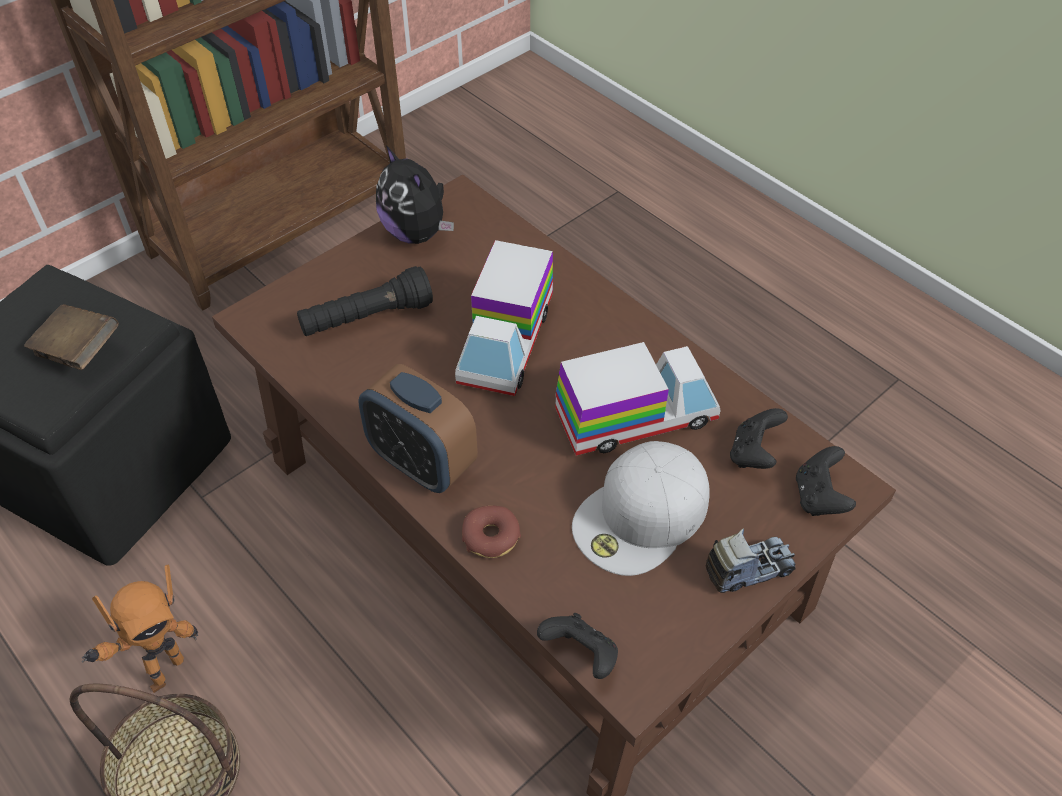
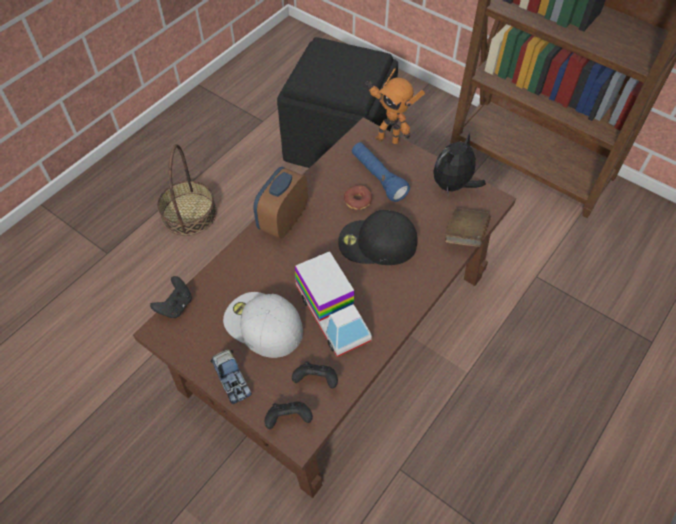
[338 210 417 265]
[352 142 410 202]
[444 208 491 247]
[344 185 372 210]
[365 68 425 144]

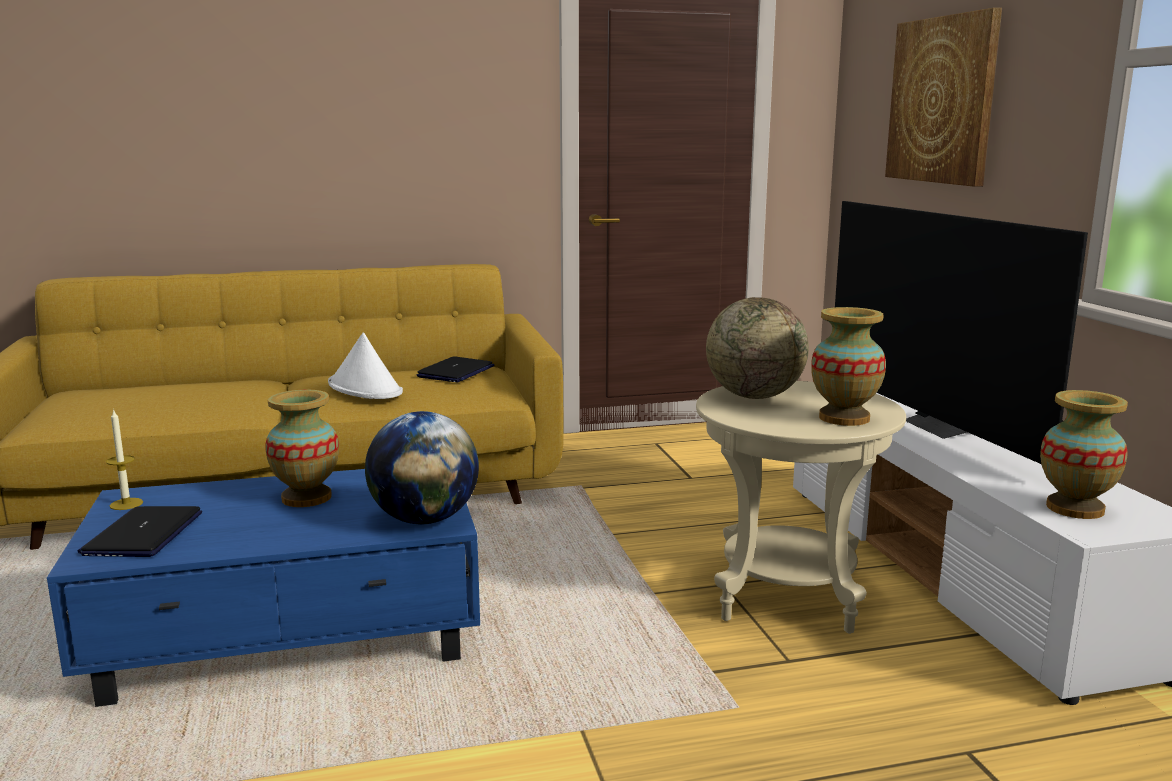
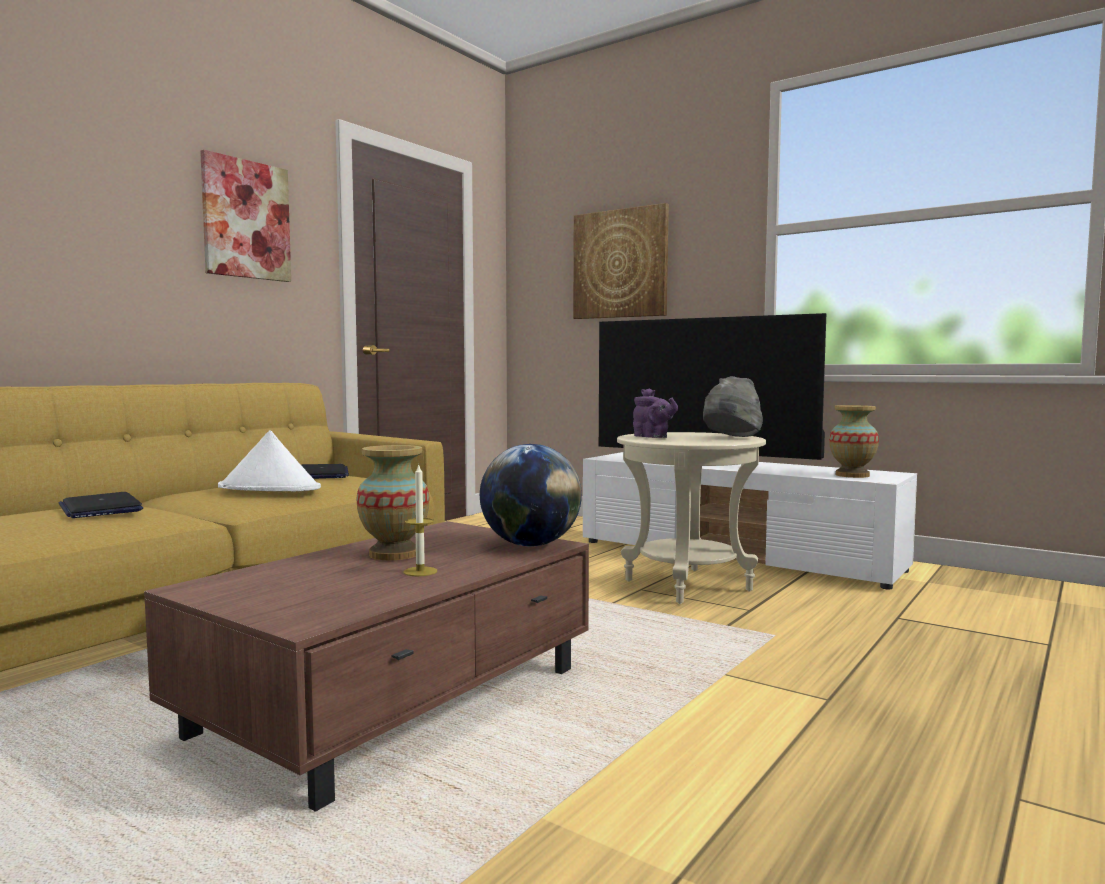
[633 389 678 438]
[703 376 763 437]
[403 463 437 576]
[144 521 589 812]
[59 492 143 518]
[200 150 291 282]

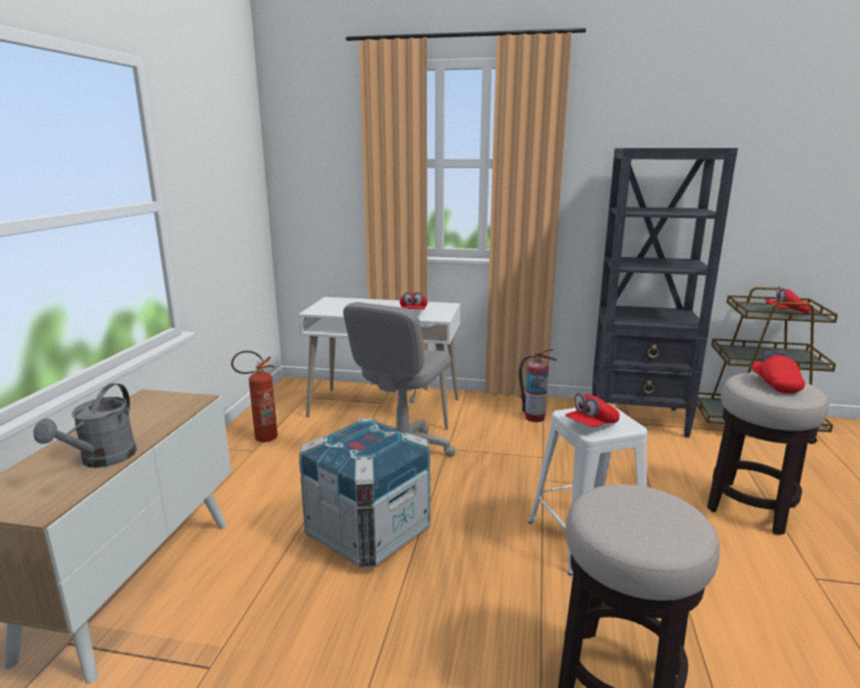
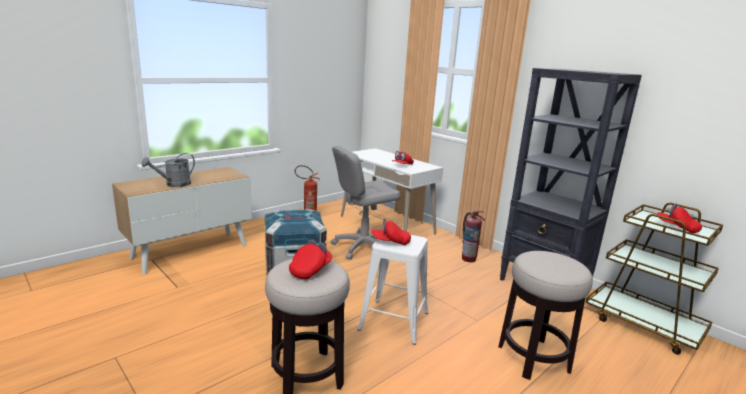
[289 239 332 279]

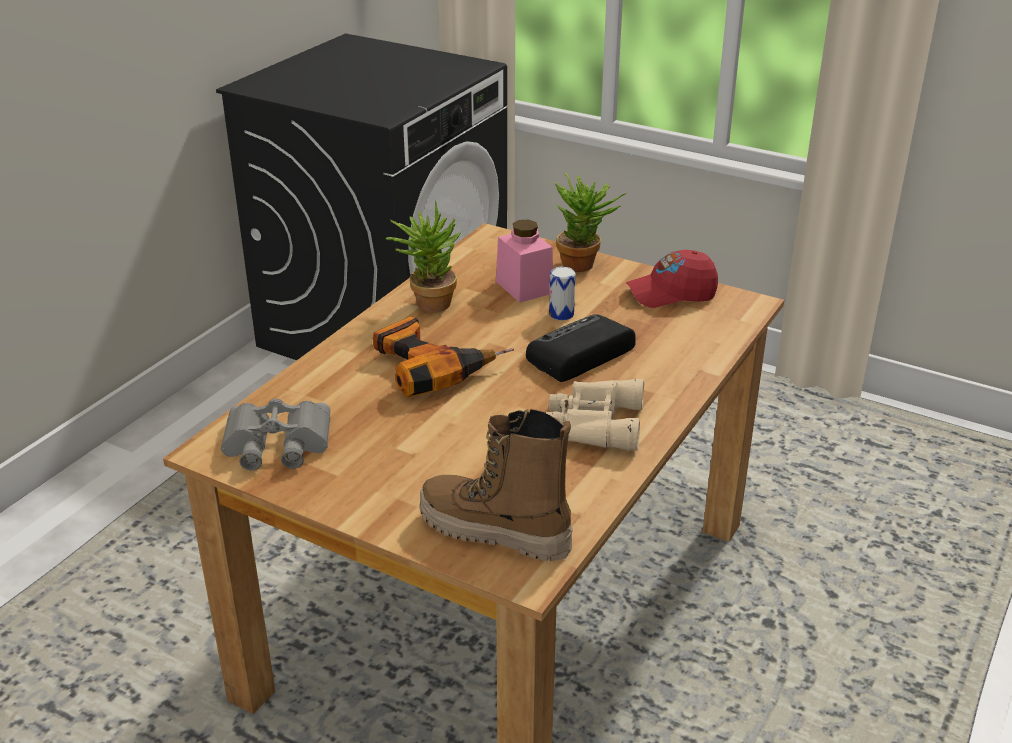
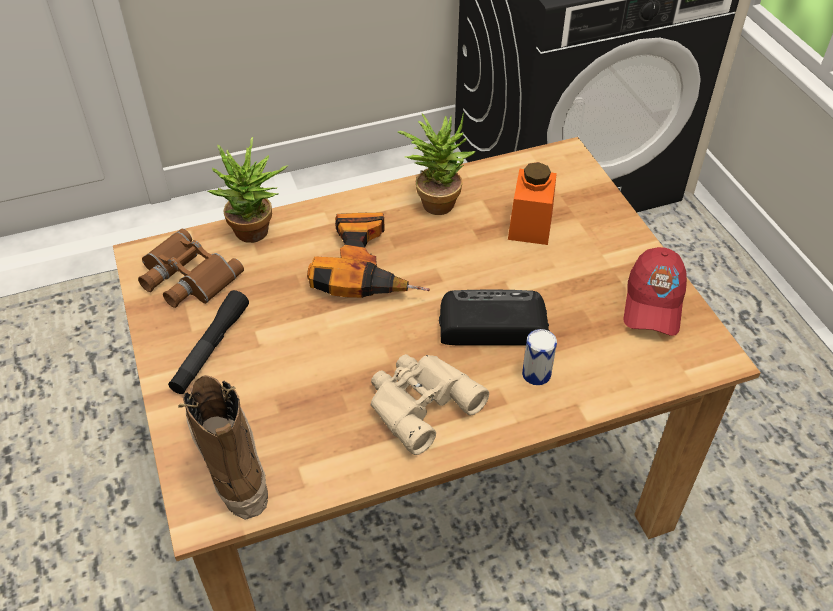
[208 137 288 243]
[508 162 557 245]
[624 247 687 336]
[522 329 557 385]
[138 229 244 308]
[168 290 249 394]

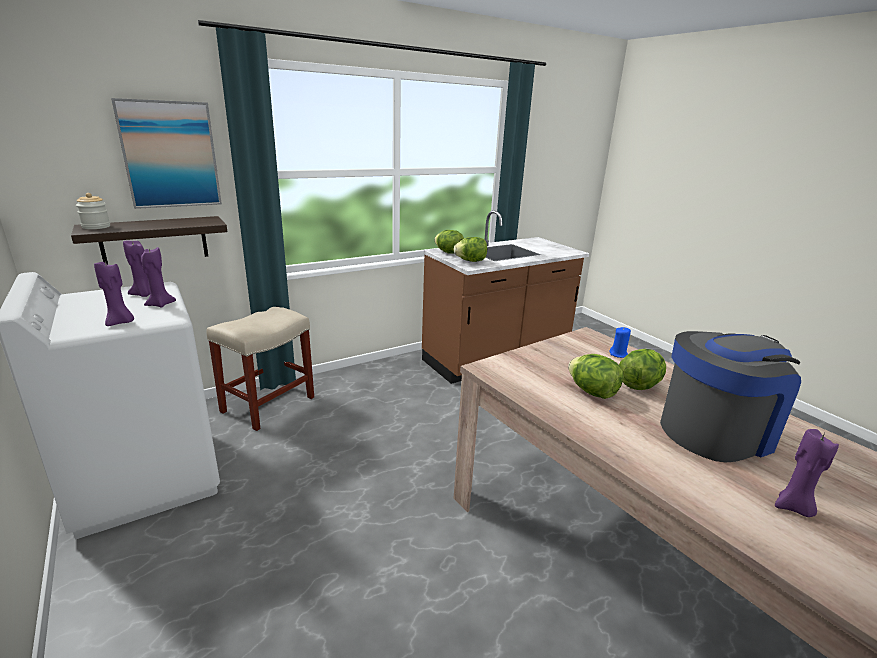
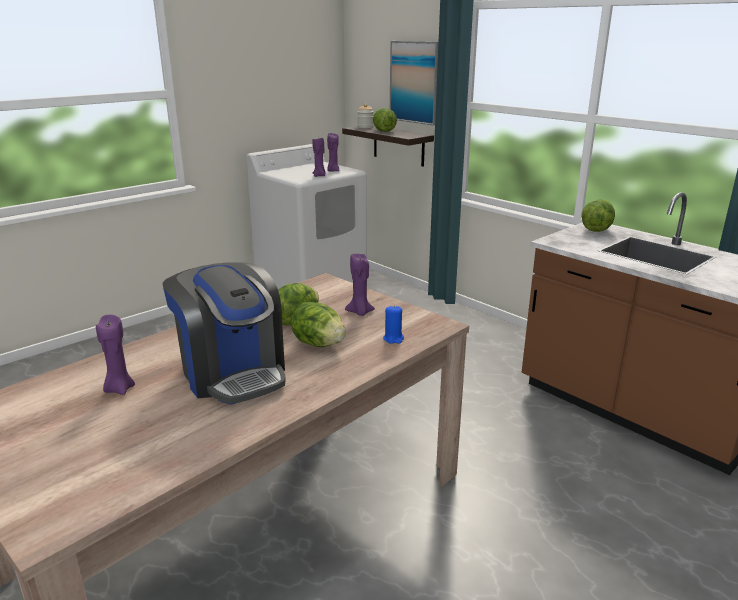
[373 108 397 132]
[345 254 375 316]
[206 307 314 431] (first image)

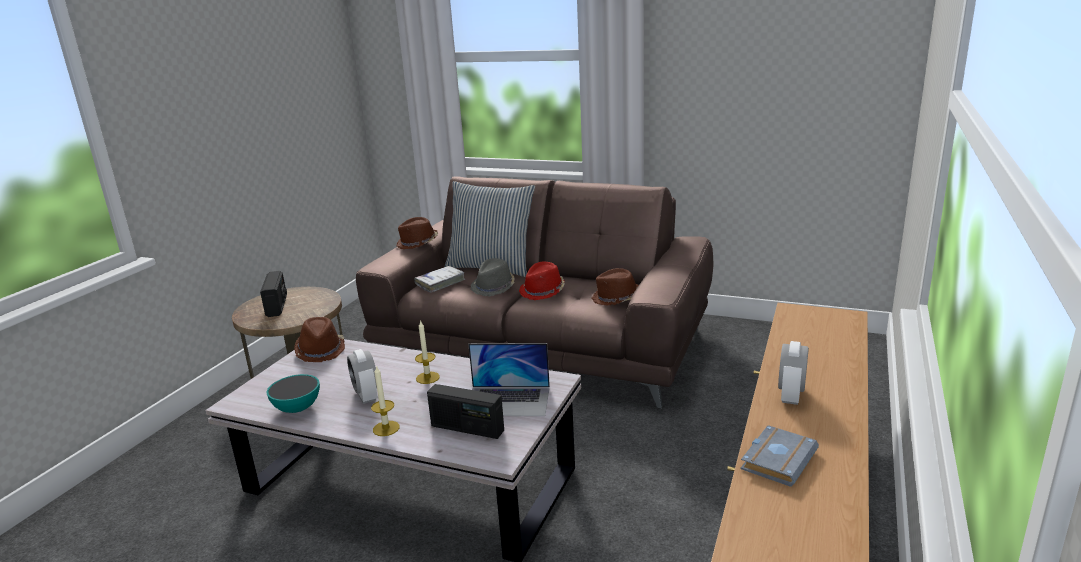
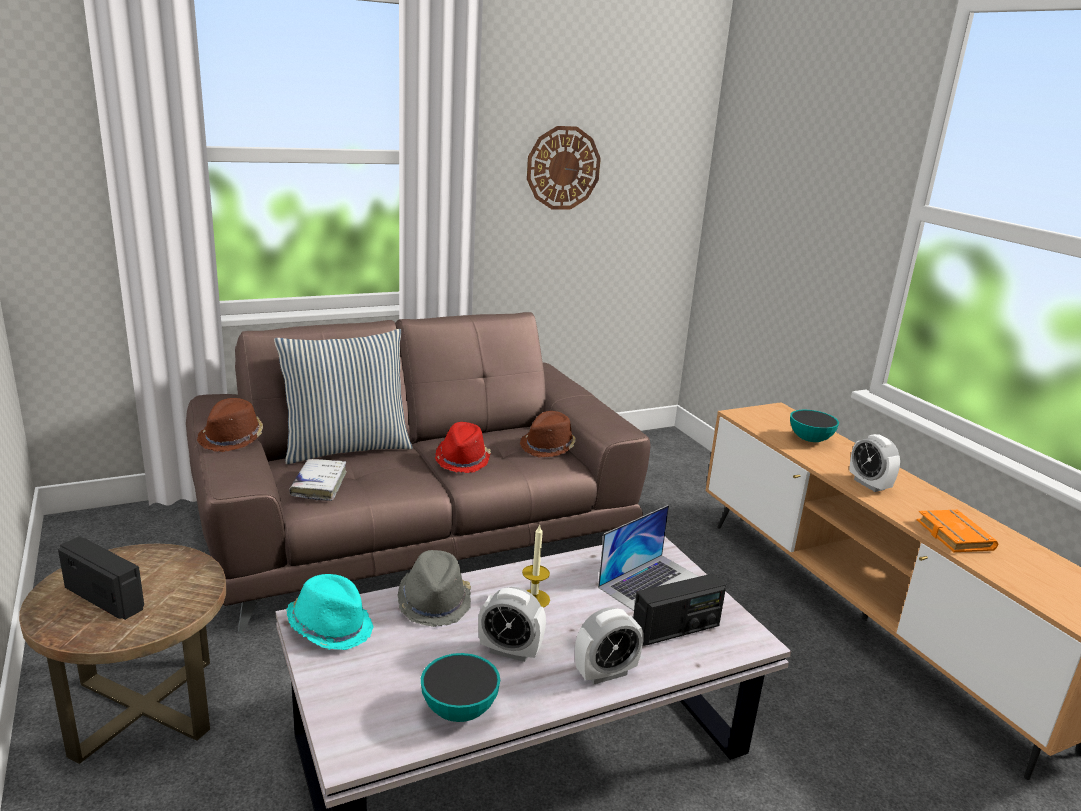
[398 550 471 627]
[286 574 373 650]
[575 607 644 684]
[917 510 998 552]
[527 126 601 210]
[790 410 839 442]

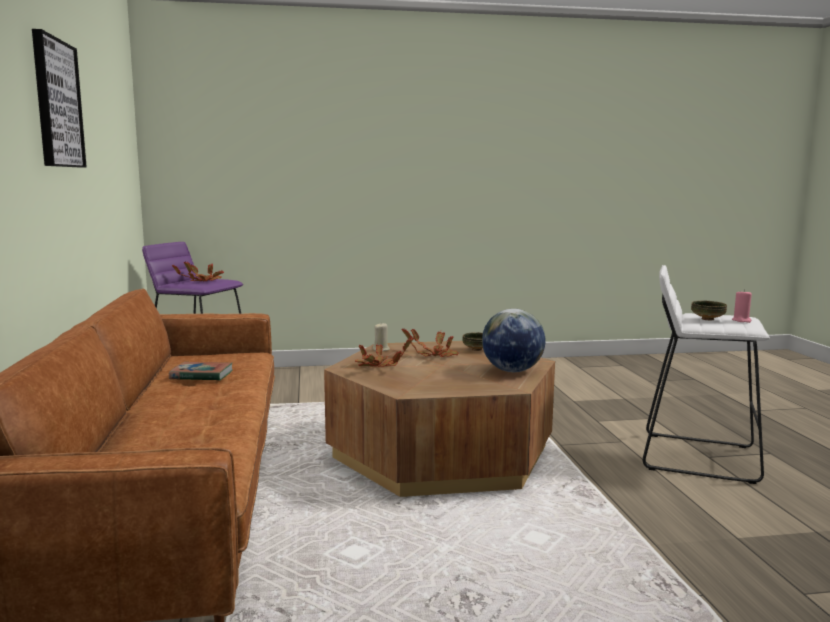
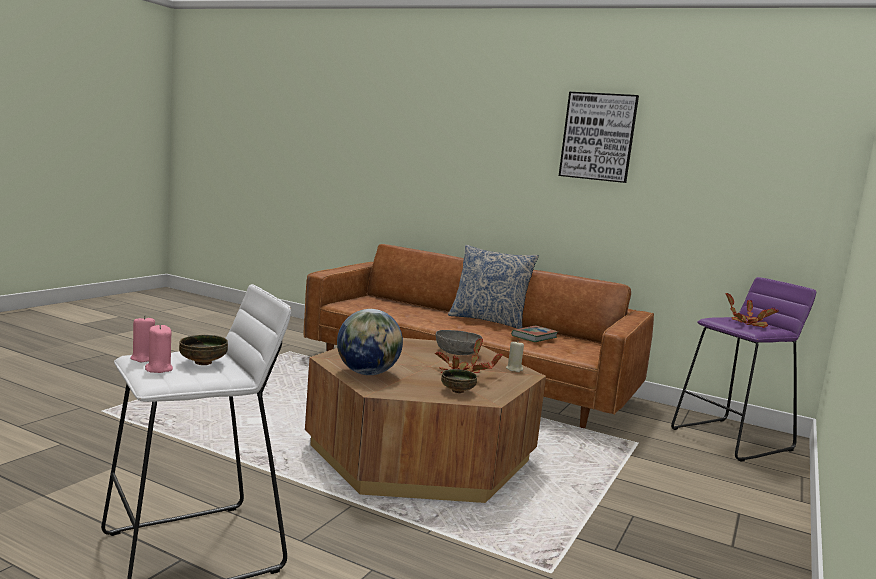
[436 330 483 355]
[448 245 539 329]
[130 315 155 362]

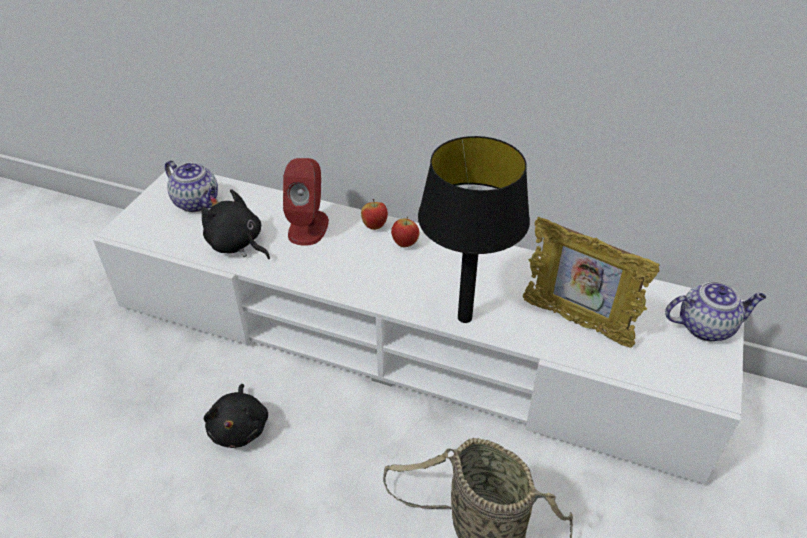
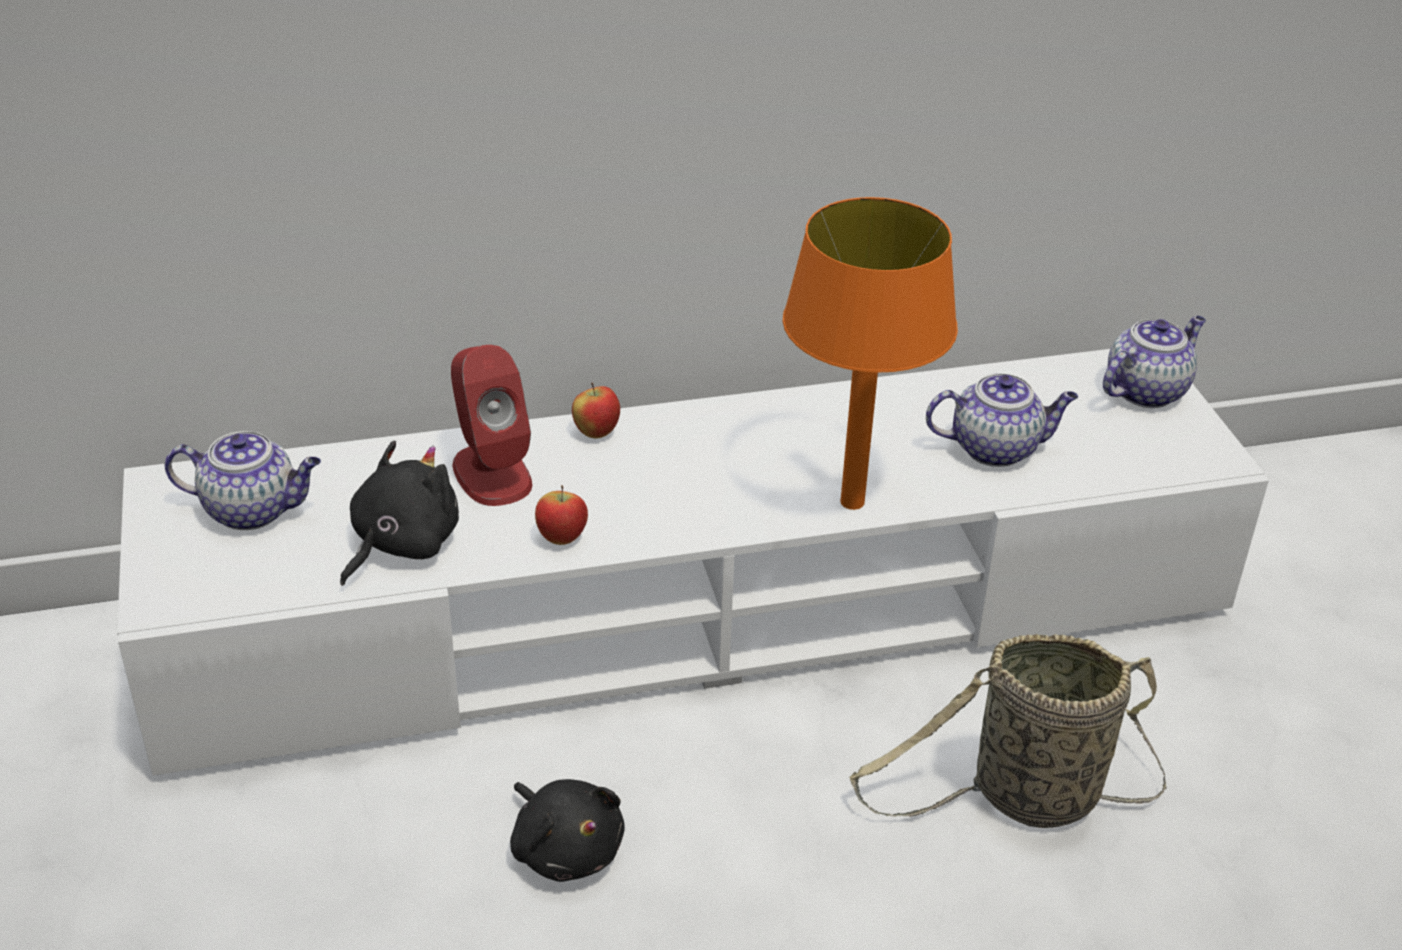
[783 197 958 510]
[340 441 459 586]
[535 485 588 545]
[926 373 1078 467]

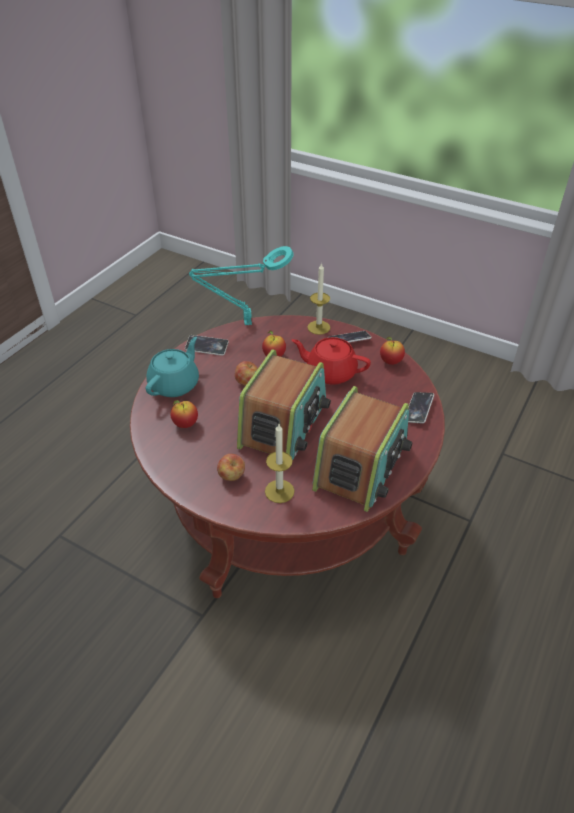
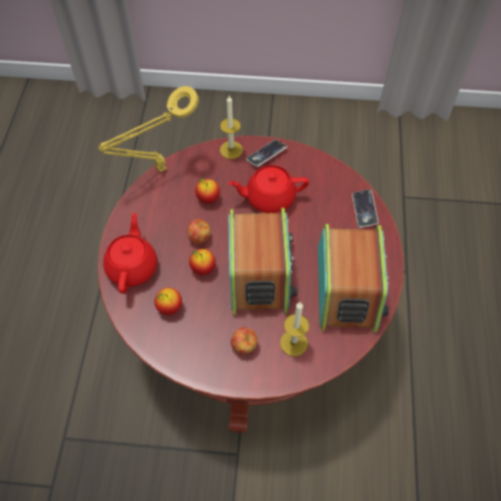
[99 86 198 172]
[185 335 229 356] (first image)
[103 213 157 294]
[189 249 216 275]

